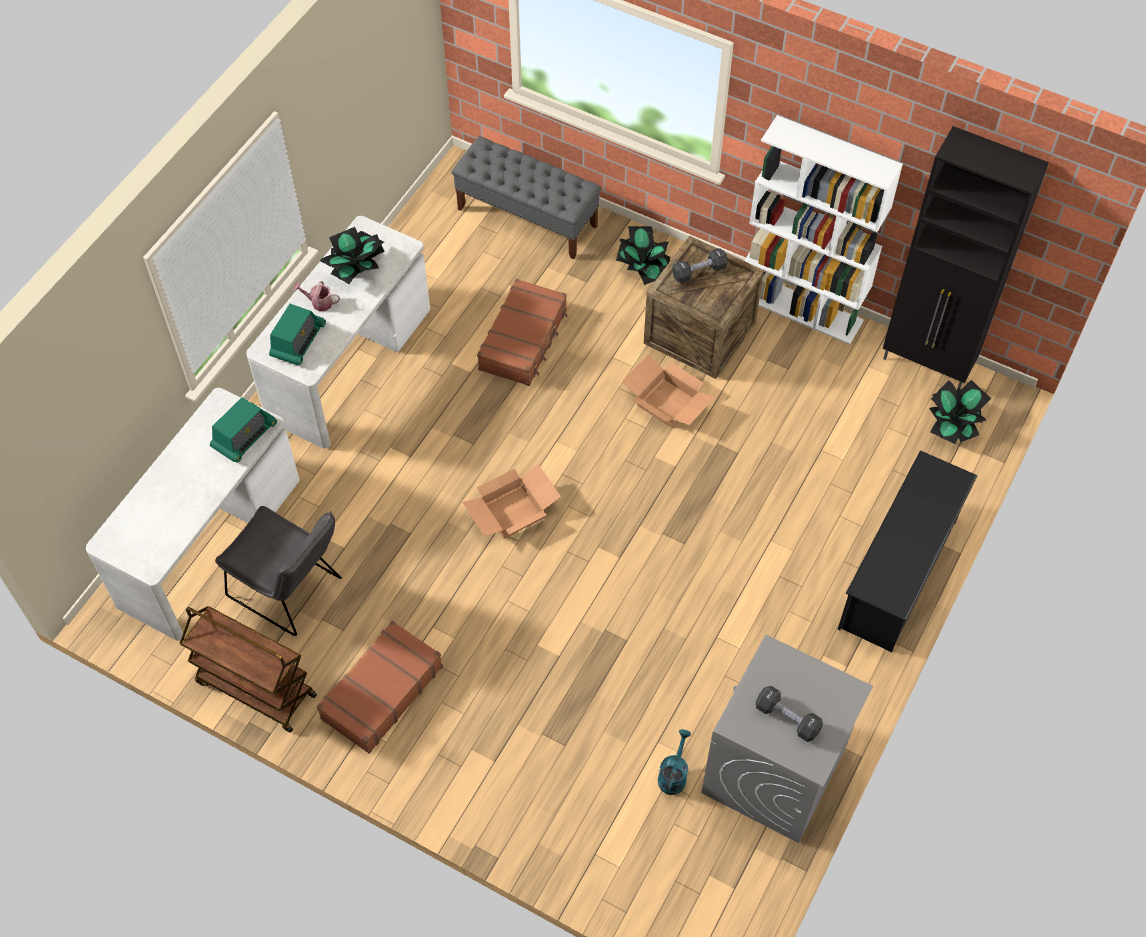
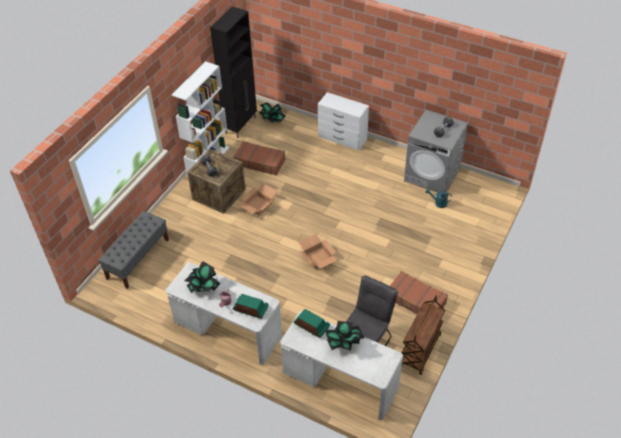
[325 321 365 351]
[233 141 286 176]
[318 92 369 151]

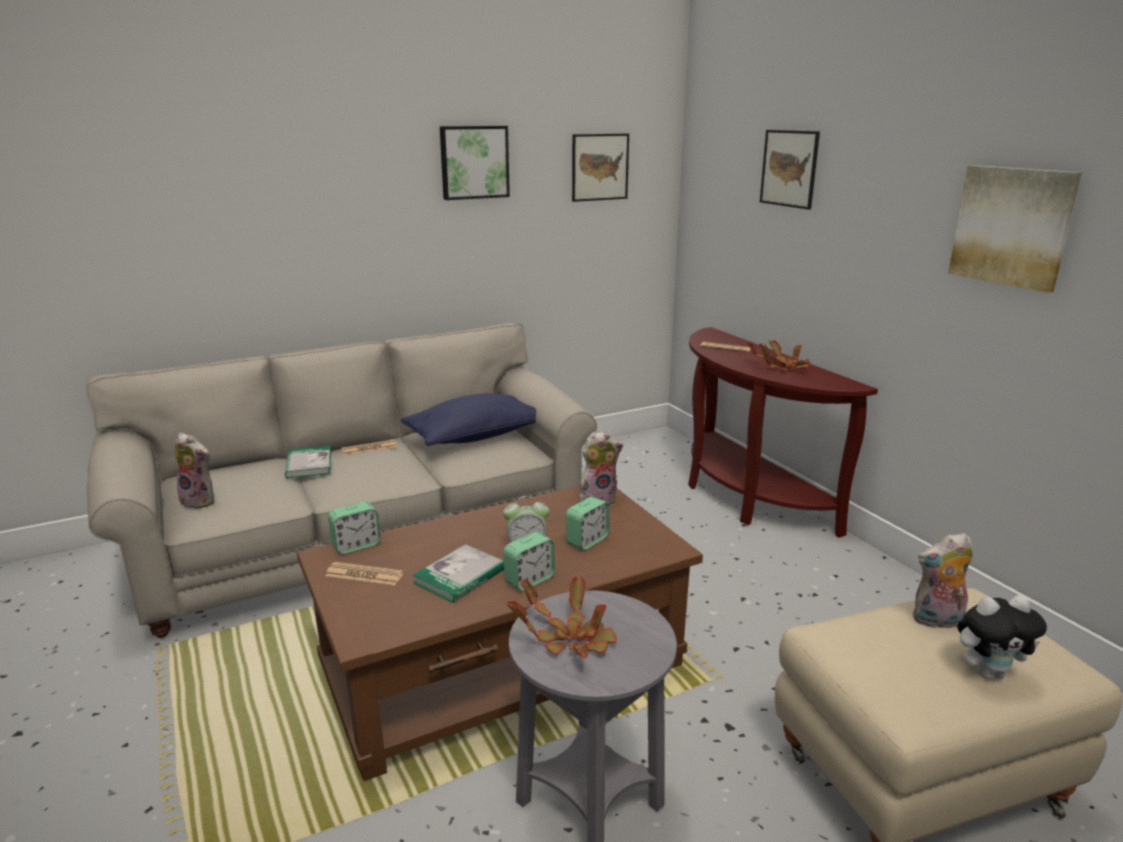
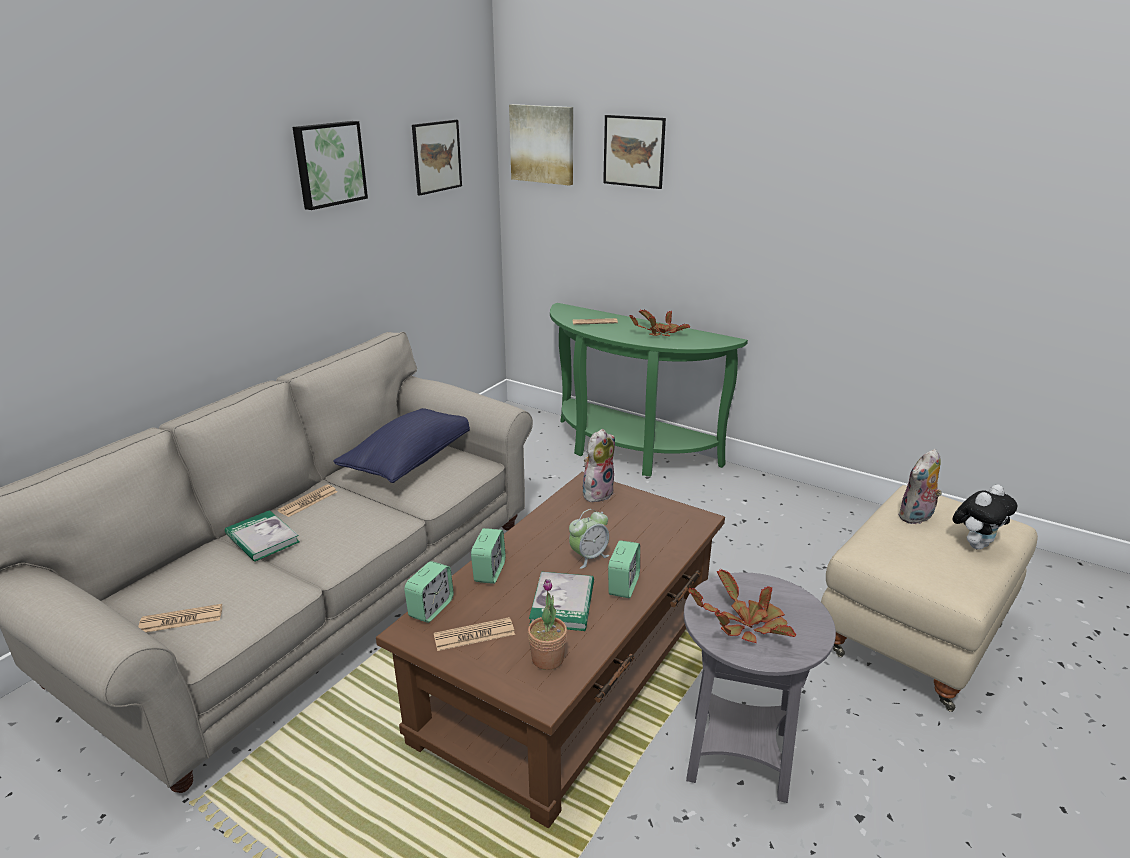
[509 104 573 186]
[550 303 748 477]
[139 604 222 632]
[471 528 506 584]
[528 579 567 670]

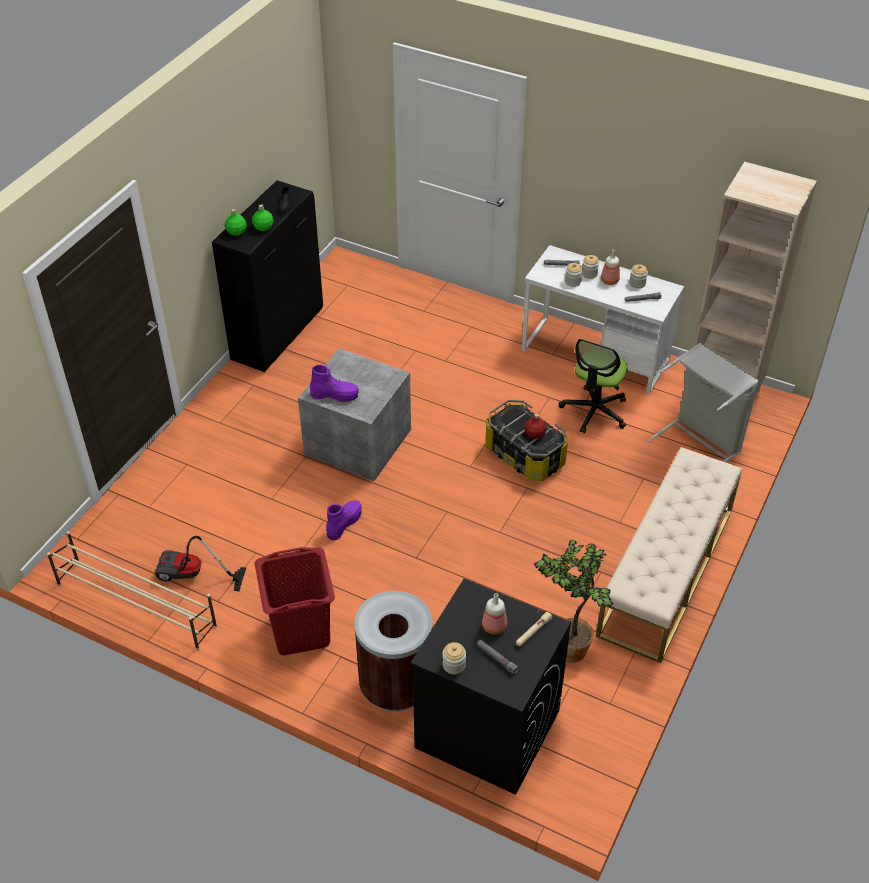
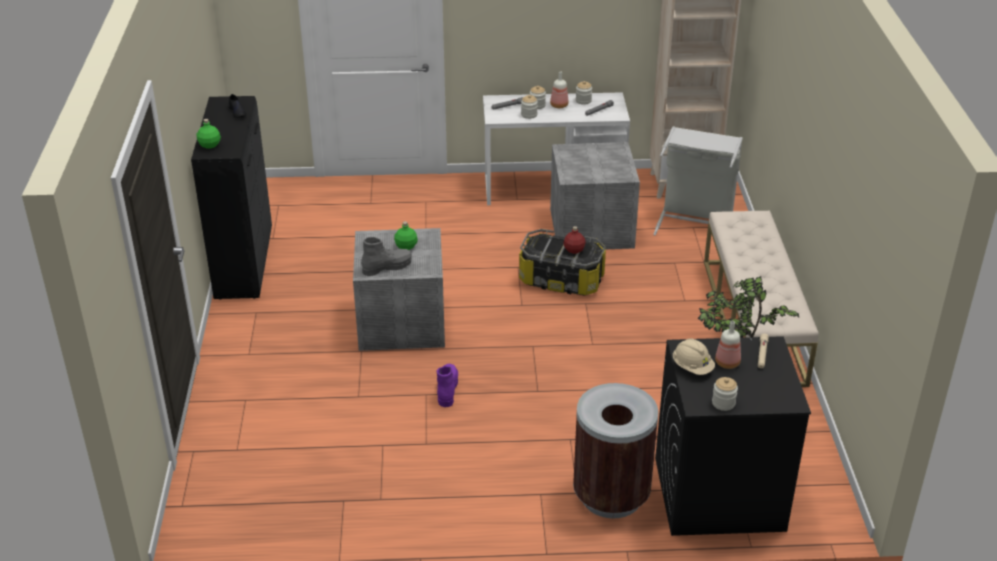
[394 221 418 250]
[550 142 640 249]
[361 237 412 276]
[47 531 217 651] (first image)
[155 536 246 591] (first image)
[255 547 335 655] (first image)
[477 640 518 674] (first image)
[673 338 715 375]

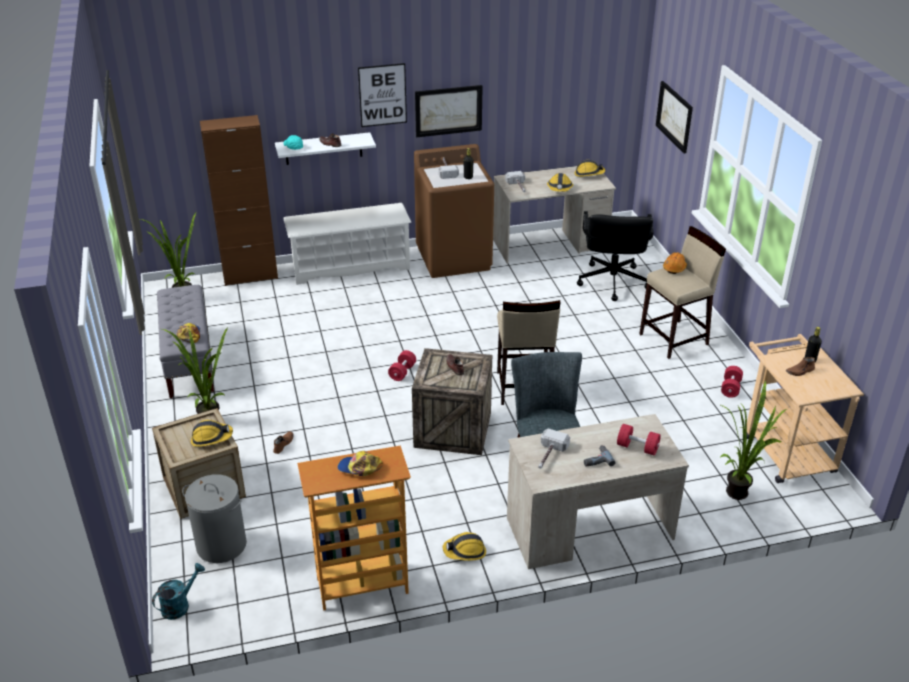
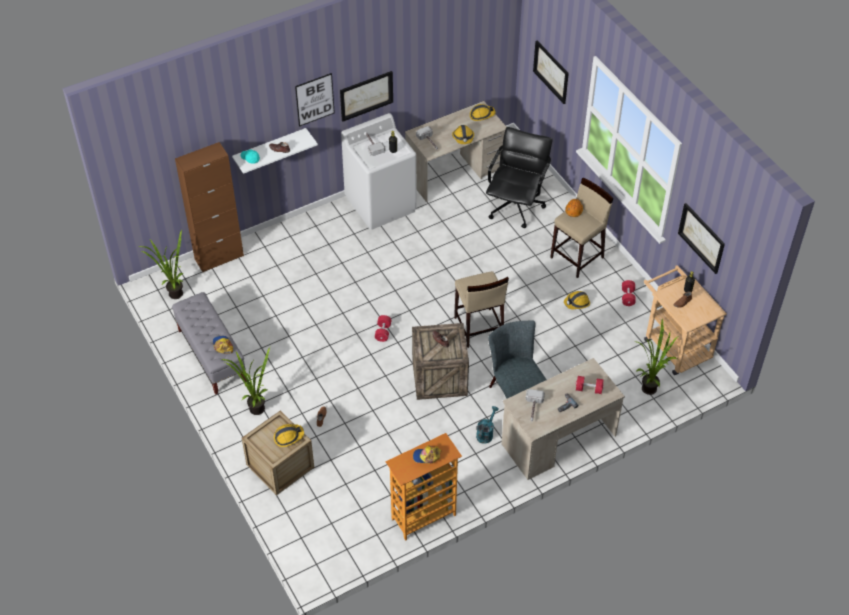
[341 113 417 230]
[283 203 412 285] (first image)
[486 127 552 228]
[182 474 247 563] (first image)
[564 291 590 310]
[476 406 499 444]
[678 203 725 274]

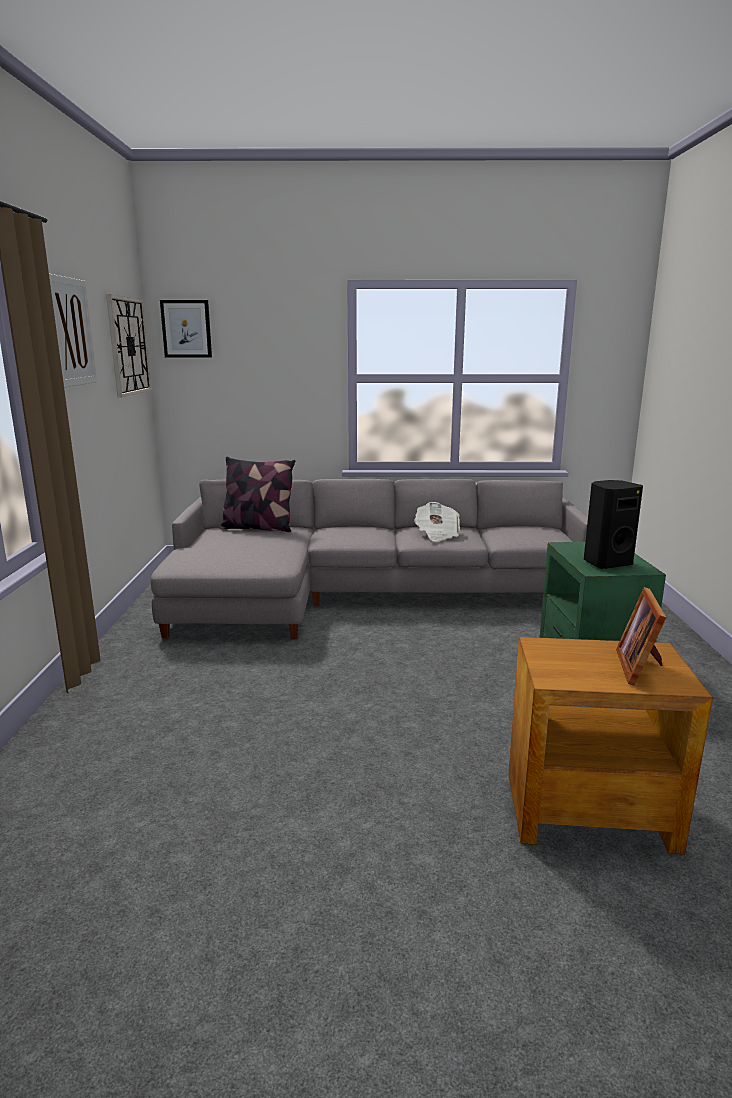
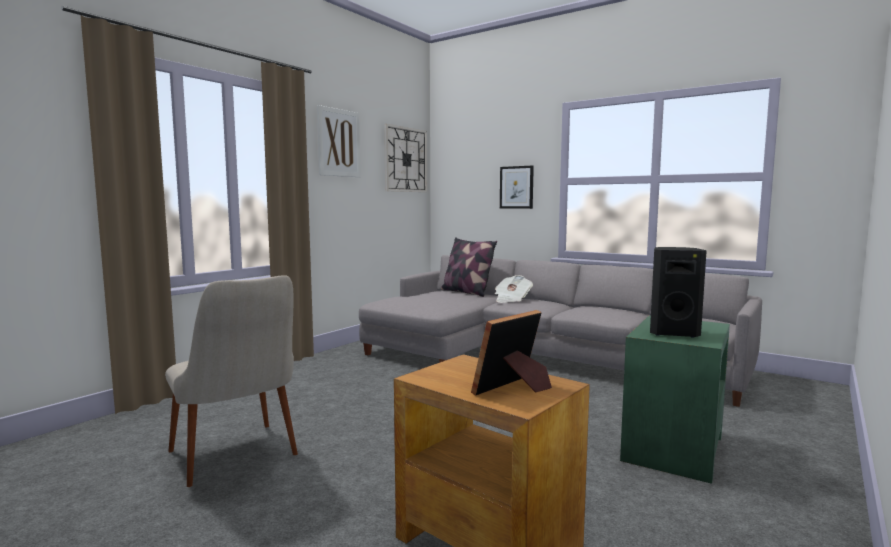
[500 166 534 209]
[495 275 533 303]
[165 275 298 487]

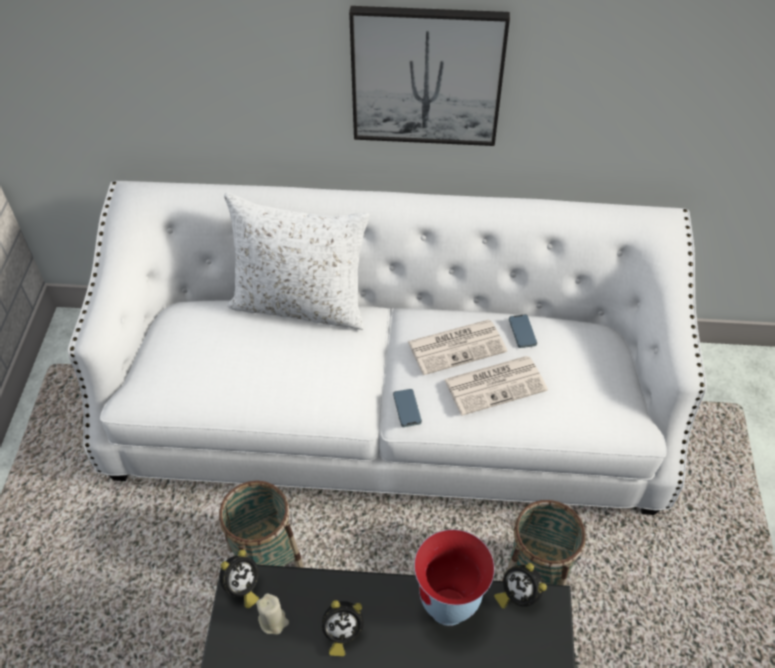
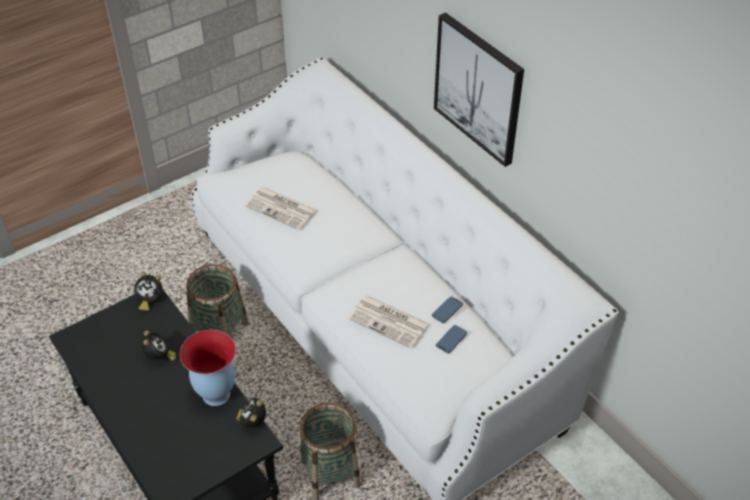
[224 192 370 330] (first image)
[244 187 318 230]
[436 325 467 354]
[256 593 289 635] (first image)
[142 330 176 361]

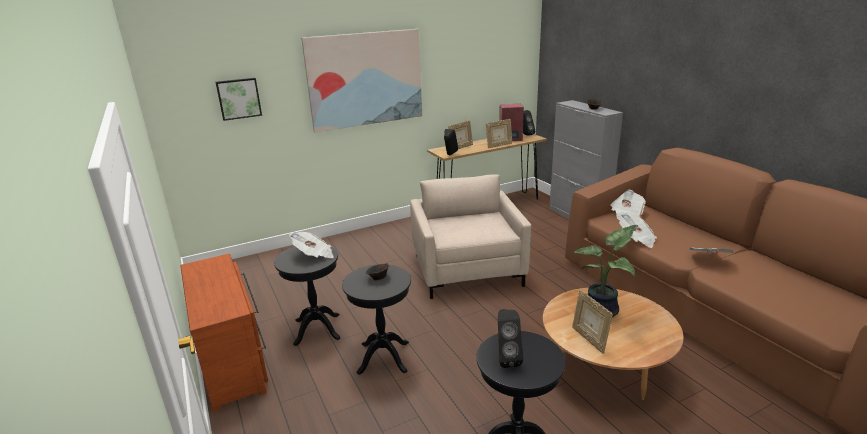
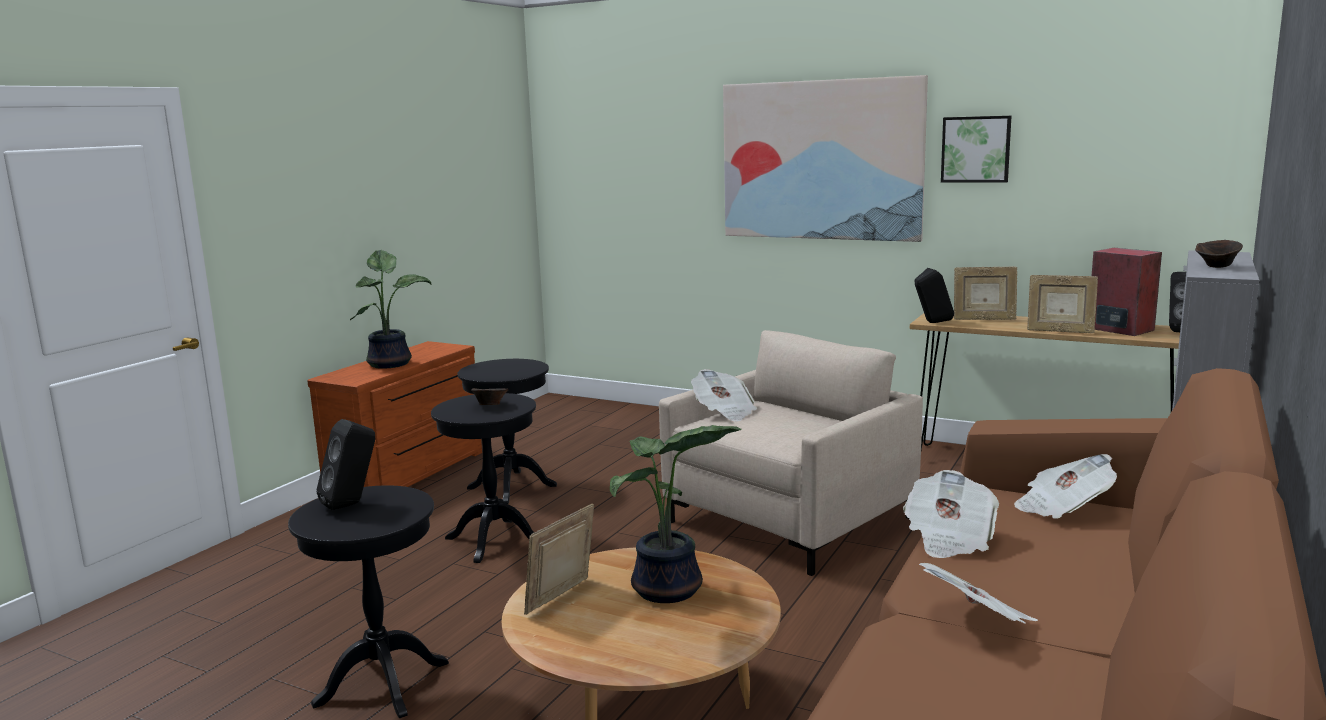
[941 116 1011 183]
[691 369 757 422]
[350 250 432 369]

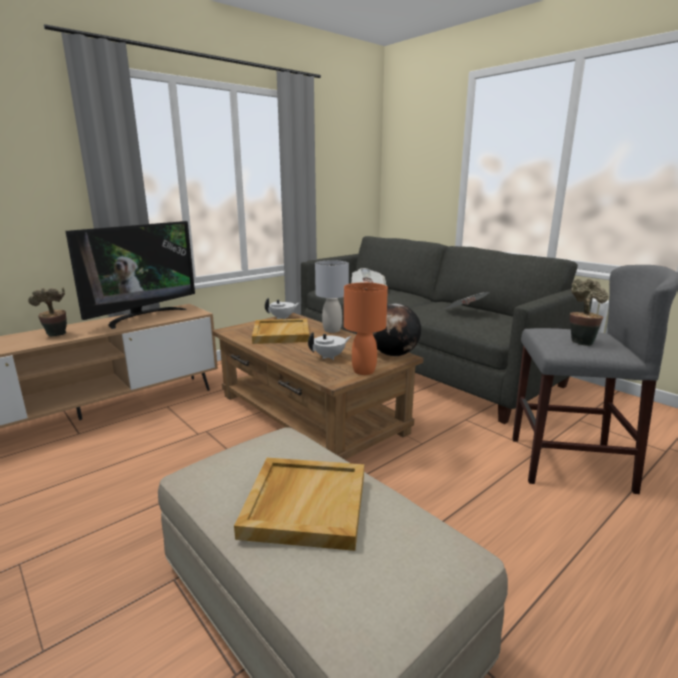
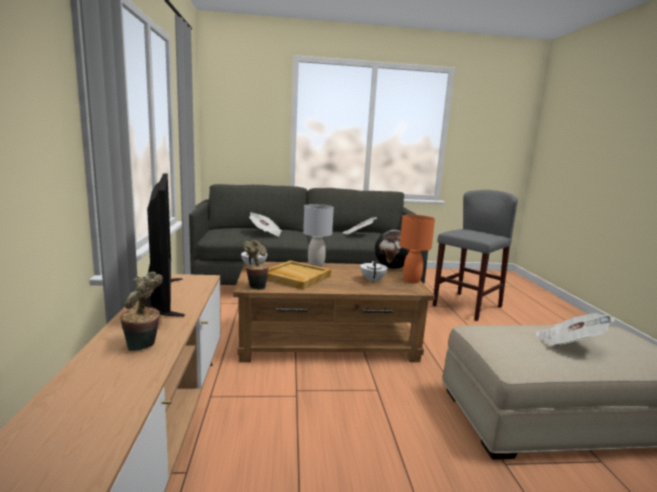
[243 240 269 290]
[535 313 615 346]

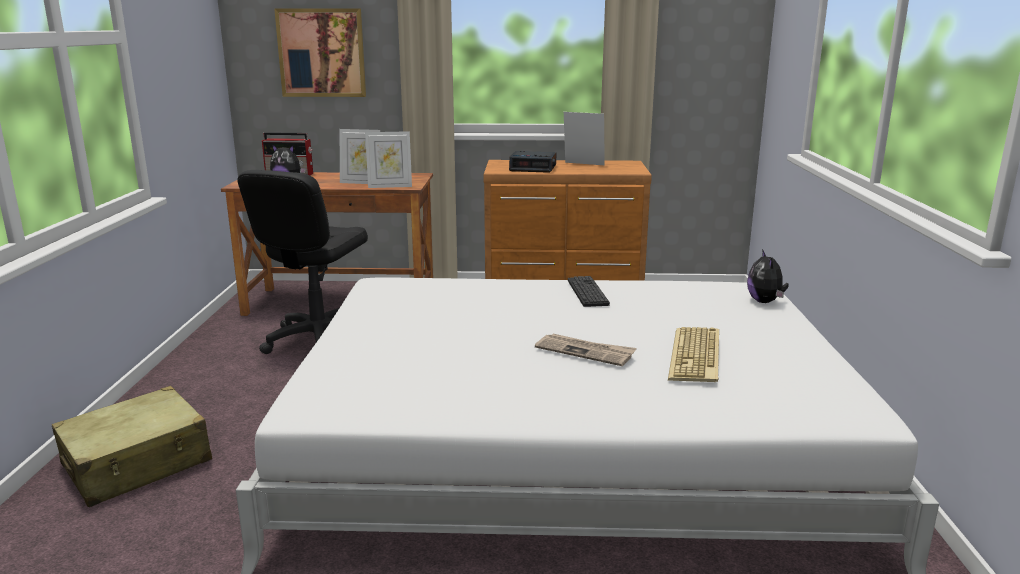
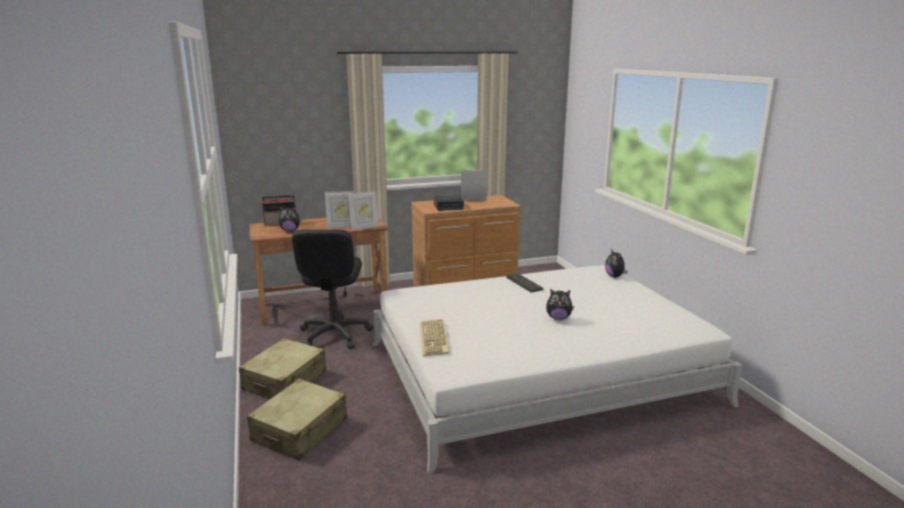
[274 8 366 97] (first image)
[420 319 450 356]
[546 289 574 320]
[239 338 326 399]

